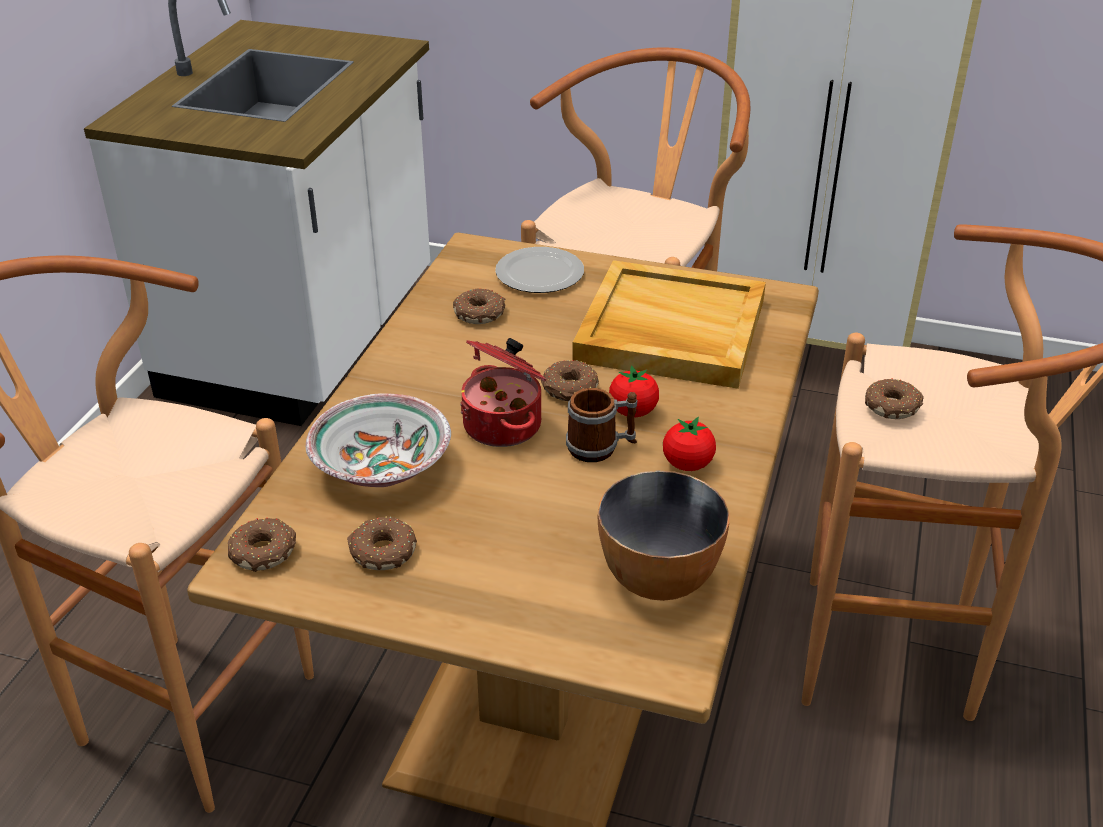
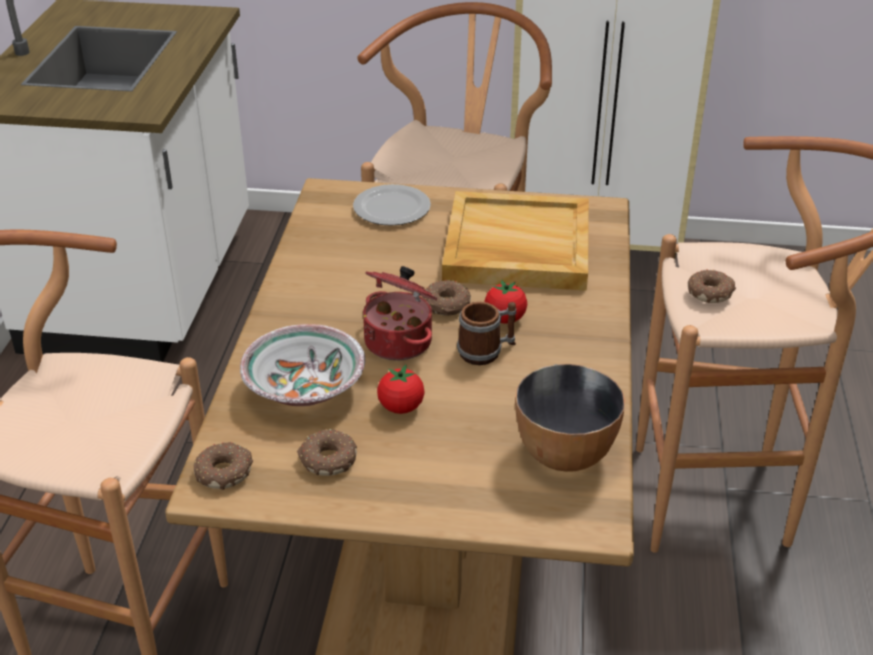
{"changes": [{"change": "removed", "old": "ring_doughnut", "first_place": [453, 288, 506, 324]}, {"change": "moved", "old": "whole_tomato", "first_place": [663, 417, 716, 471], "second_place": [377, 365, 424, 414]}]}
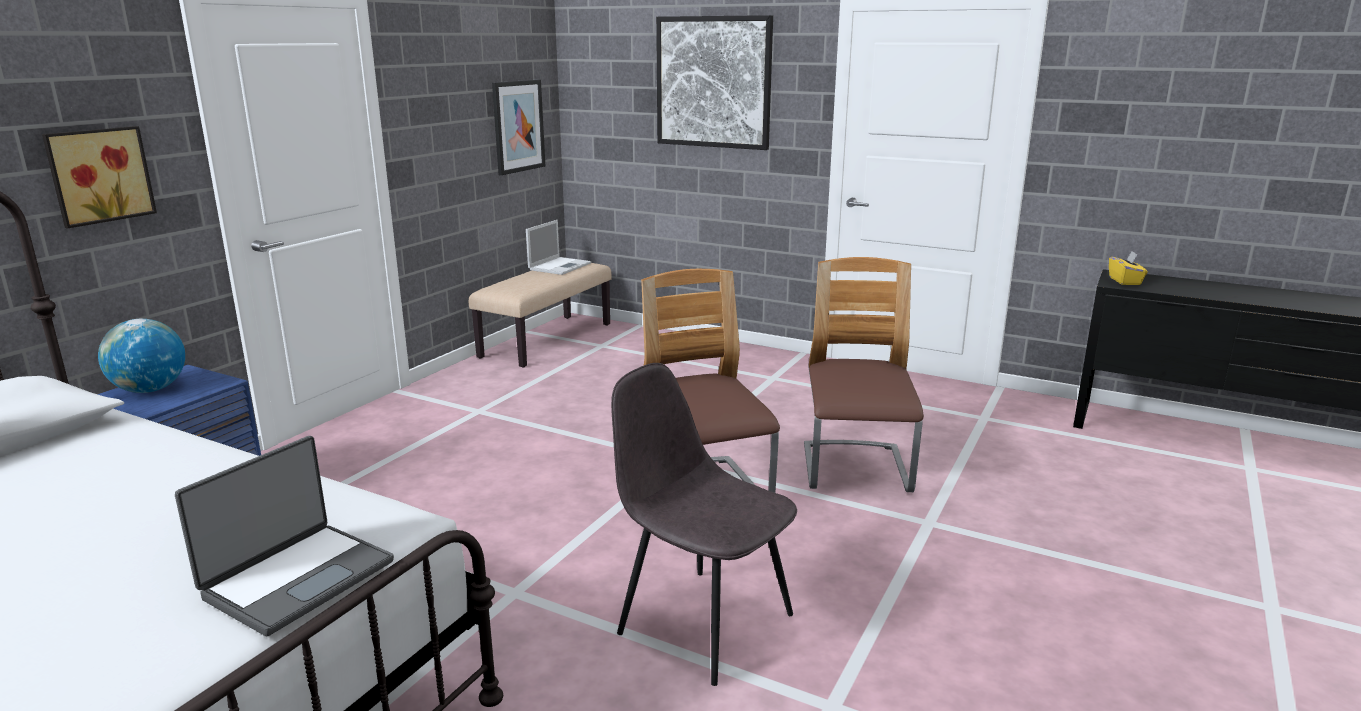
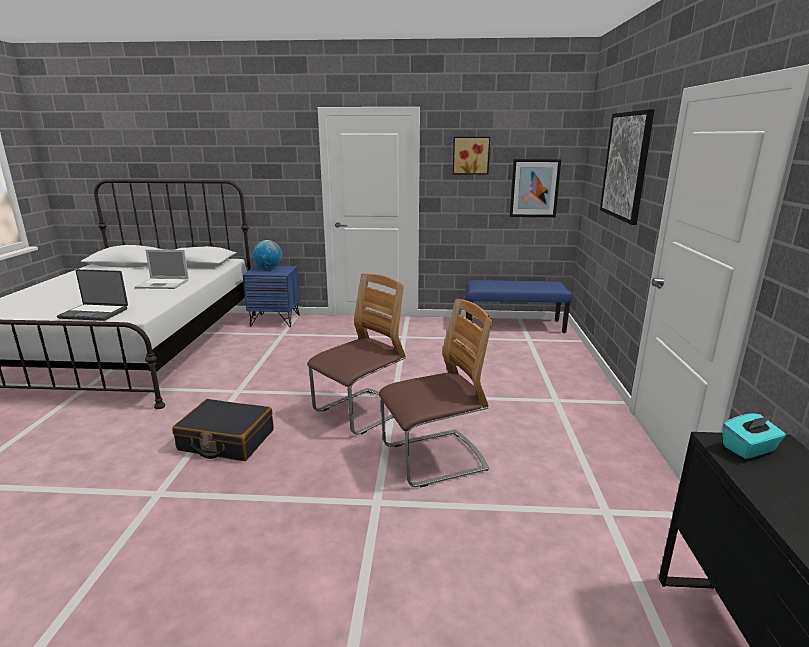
{"changes": [{"change": "moved", "old": "picture", "first_place": [42, 126, 157, 228], "second_place": [453, 137, 490, 175]}, {"change": "moved", "old": "notebook_computer", "first_place": [526, 220, 591, 275], "second_place": [135, 249, 189, 289]}, {"change": "replaced", "old": "grey_plain_chair", "new": "black_suitcase", "first_place": [611, 363, 797, 686], "second_place": [172, 399, 274, 461]}, {"change": "recoloured", "old": "sand-coloured_bench", "new": "bluish_bench", "first_place": [469, 263, 612, 368], "second_place": [466, 280, 572, 333]}, {"change": "recoloured", "old": "yellow-coloured_tissue_holder", "new": "turquoise_tissue_holder", "first_place": [1109, 251, 1148, 285], "second_place": [722, 413, 786, 459]}]}
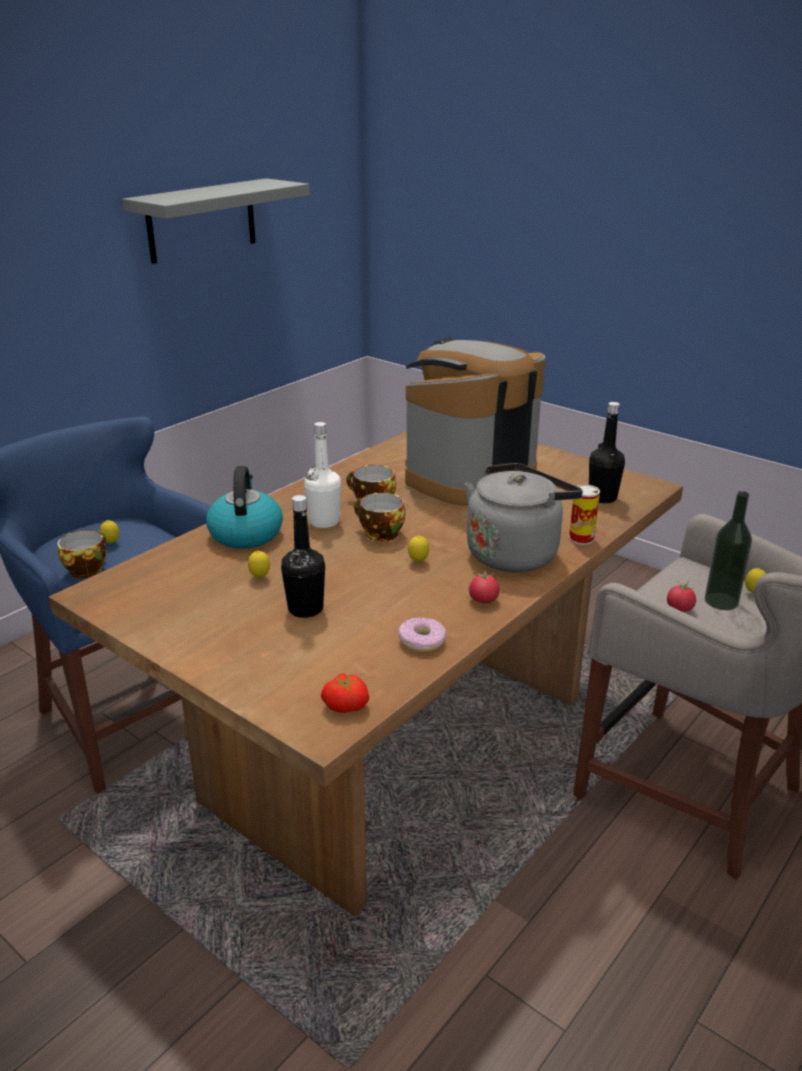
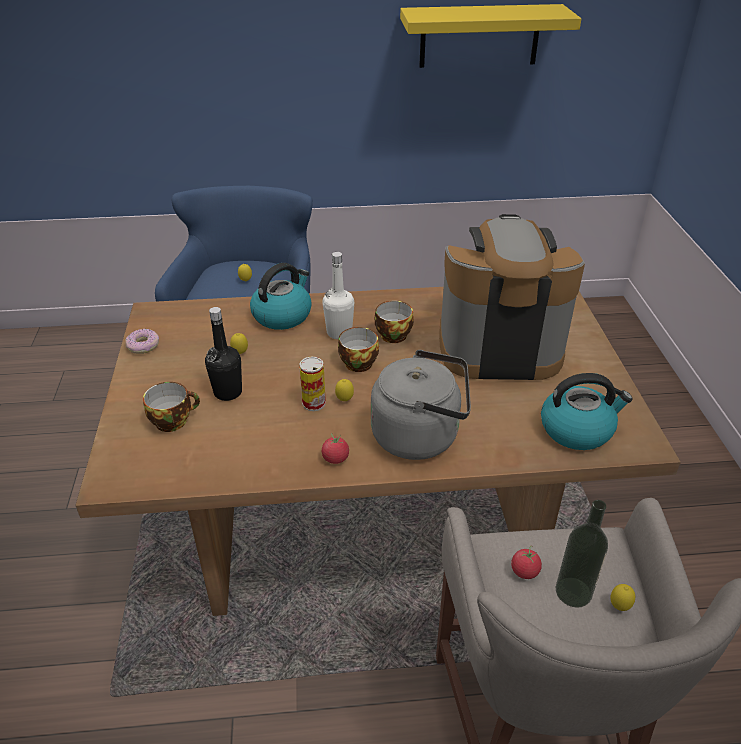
{"changes": [{"change": "removed", "old": "whole_tomato", "first_place": [321, 673, 369, 713]}, {"change": "moved", "old": "small_cup", "first_place": [58, 530, 107, 578], "second_place": [143, 382, 200, 432]}, {"change": "moved", "old": "ring_doughnut", "first_place": [398, 617, 446, 652], "second_place": [125, 329, 159, 354]}, {"change": "moved", "old": "metal_can", "first_place": [569, 484, 600, 545], "second_place": [299, 357, 326, 411]}, {"change": "replaced", "old": "black_bottle", "new": "kettle", "first_place": [589, 402, 625, 503], "second_place": [541, 373, 633, 450]}, {"change": "recoloured", "old": "grey_bracket_shelf", "new": "yellow-coloured_bracket_shelf", "first_place": [122, 178, 310, 264], "second_place": [400, 4, 581, 68]}]}
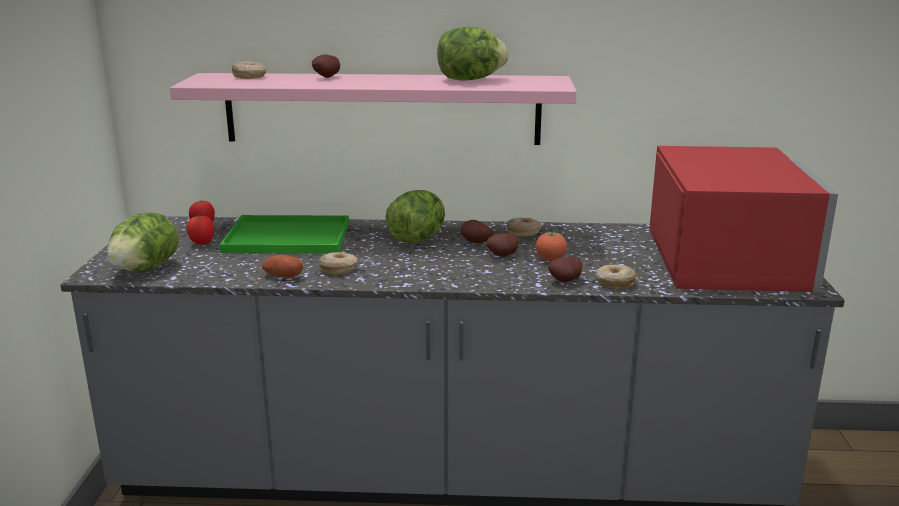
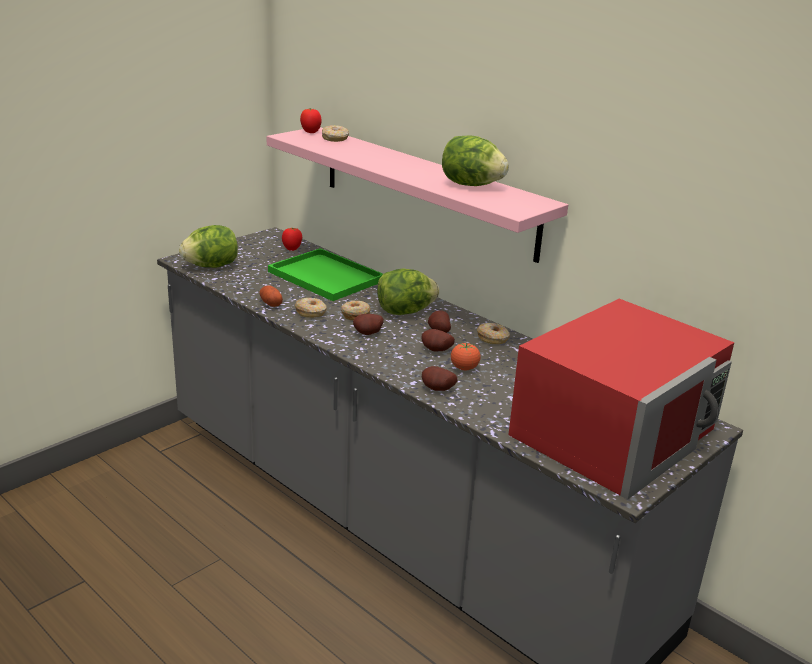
{"changes": [{"change": "moved", "old": "whole_tomato", "first_place": [186, 215, 214, 245], "second_place": [300, 108, 322, 133]}, {"change": "moved", "old": "spud", "first_place": [312, 54, 340, 78], "second_place": [353, 314, 384, 335]}, {"change": "moved", "old": "ring_doughnut", "first_place": [596, 265, 637, 289], "second_place": [341, 301, 370, 320]}]}
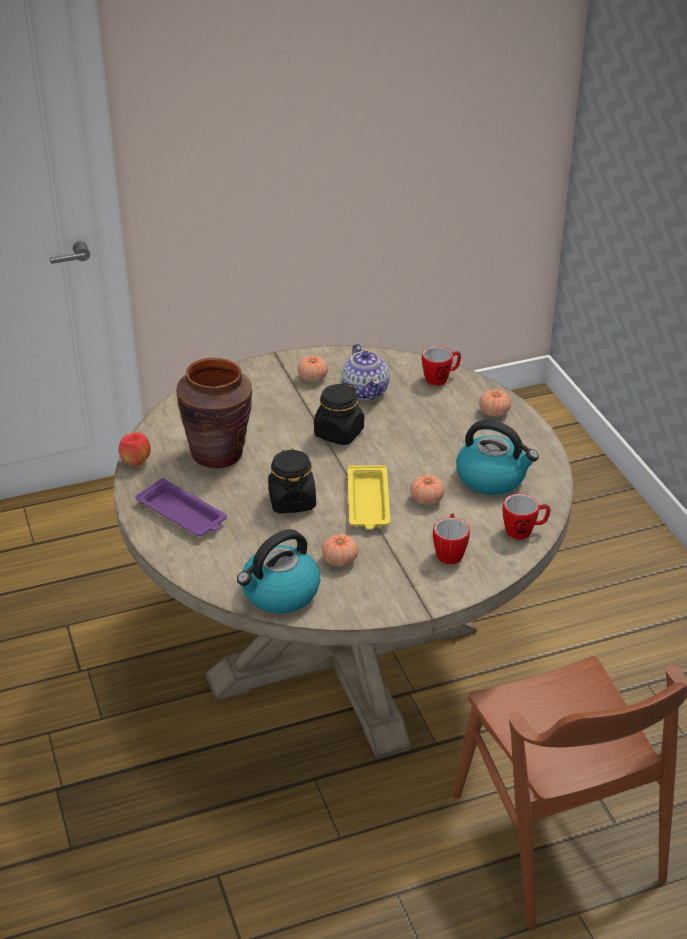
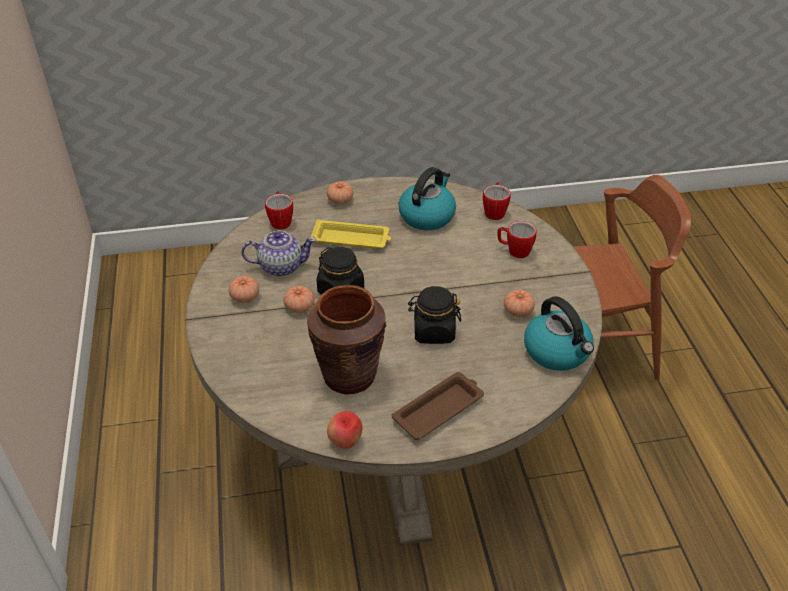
{"changes": [{"change": "moved", "old": "yellow-coloured_carrying_tray", "first_place": [348, 465, 390, 530], "second_place": [311, 219, 391, 249]}, {"change": "moved", "old": "whole_tomato", "first_place": [410, 475, 445, 505], "second_place": [284, 286, 314, 313]}, {"change": "recoloured", "old": "purplish_carrying_tray", "new": "brownish_carrying_tray", "first_place": [135, 478, 227, 536], "second_place": [392, 372, 484, 440]}]}
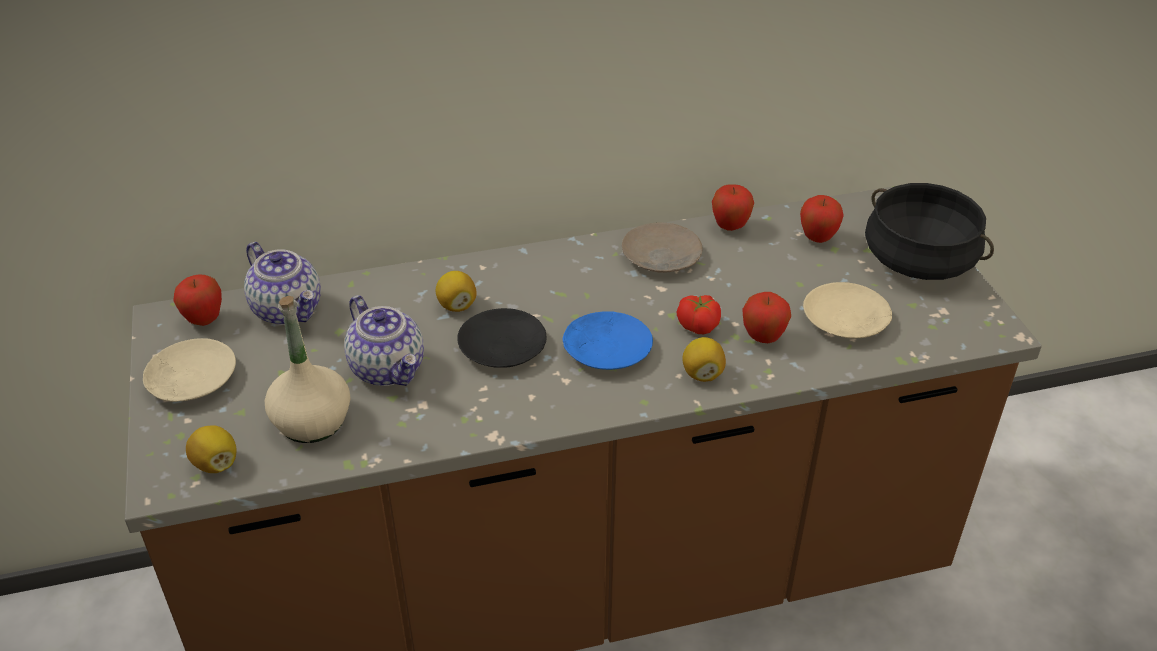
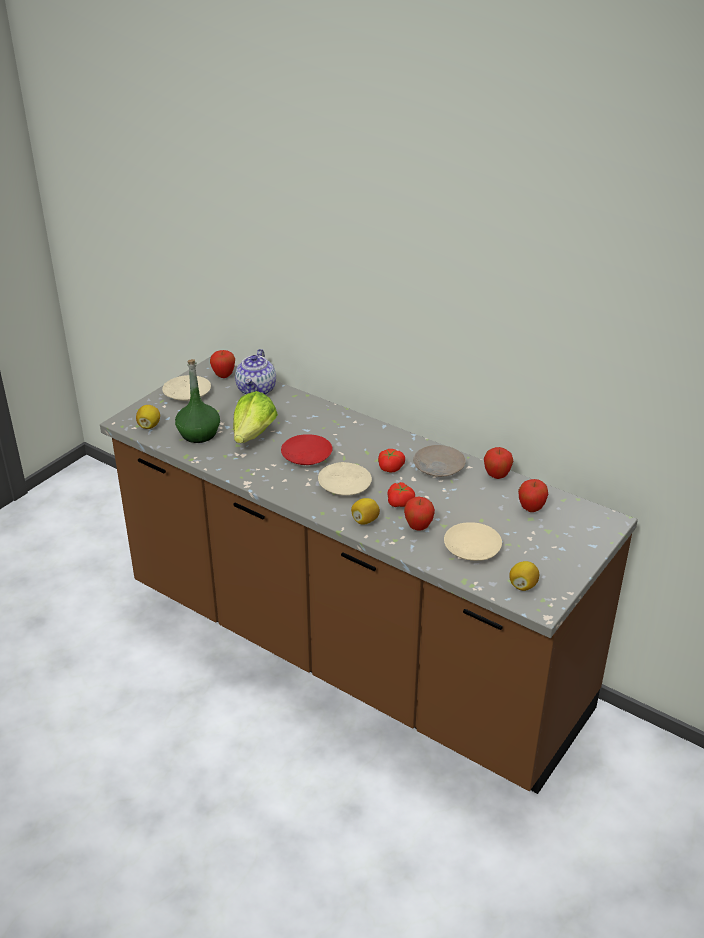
{"changes": [{"change": "removed", "old": "black_cooking_pot", "first_place": [865, 183, 994, 280]}, {"change": "added", "new": "whole_tomato", "second_place": [378, 449, 405, 473]}, {"change": "moved", "old": "citrus_fruit", "first_place": [435, 271, 477, 312], "second_place": [509, 561, 539, 591]}, {"change": "replaced", "old": "pot_for_tea", "new": "lettuce_head", "first_place": [344, 295, 424, 386], "second_place": [233, 391, 278, 443]}, {"change": "recoloured", "old": "sand-coloured_bottle", "new": "greenish_bottle", "first_place": [265, 296, 351, 443], "second_place": [175, 359, 220, 443]}, {"change": "recoloured", "old": "black_dinner_plate", "new": "reddish_dinner_plate", "first_place": [457, 308, 546, 368], "second_place": [281, 434, 333, 465]}, {"change": "recoloured", "old": "bluish_dinner_plate", "new": "sand-coloured_dinner_plate", "first_place": [563, 311, 653, 370], "second_place": [318, 462, 372, 496]}]}
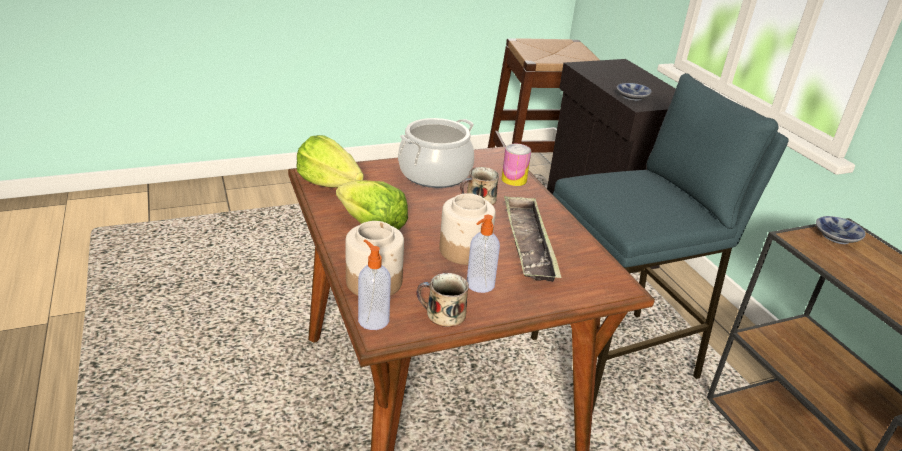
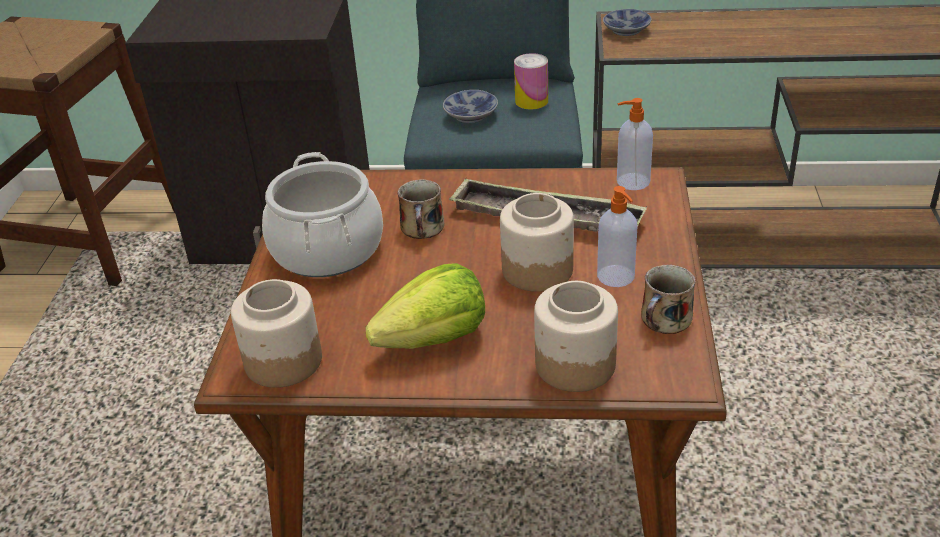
{"changes": [{"change": "moved", "old": "liquid_soap_bottle", "first_place": [358, 240, 391, 330], "second_place": [617, 98, 653, 190]}, {"change": "moved", "old": "metal_can", "first_place": [501, 144, 531, 186], "second_place": [514, 53, 548, 109]}, {"change": "moved", "old": "serving_bowl", "first_place": [617, 83, 651, 101], "second_place": [443, 90, 498, 123]}, {"change": "replaced", "old": "lettuce_head", "new": "jar", "first_place": [297, 135, 364, 188], "second_place": [231, 279, 322, 388]}]}
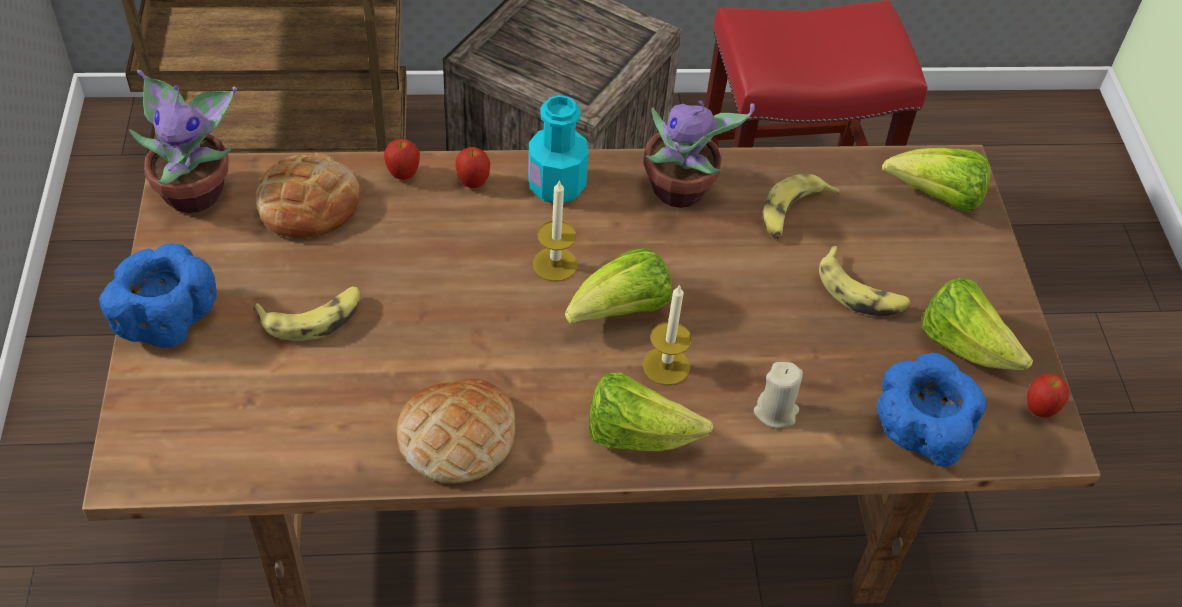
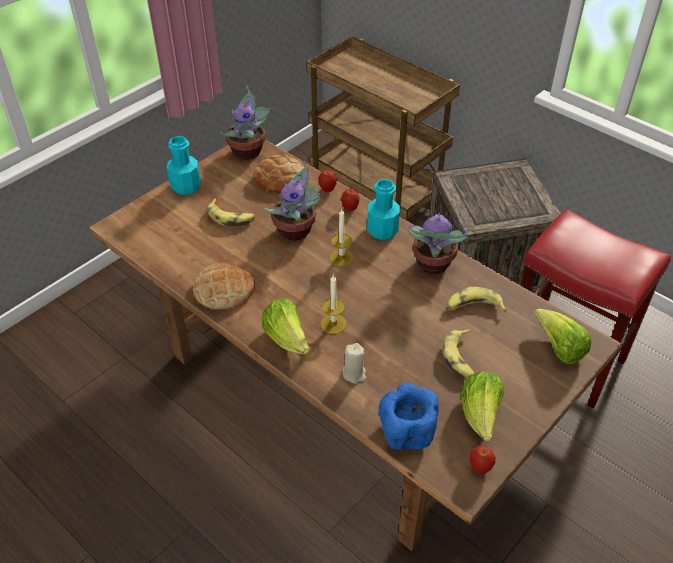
{"changes": [{"change": "removed", "old": "lettuce_head", "first_place": [565, 248, 672, 324]}, {"change": "added", "new": "plant_in_a_pot", "second_place": [264, 161, 321, 241]}, {"change": "replaced", "old": "bluish_serving_bowl", "new": "turquoise_bottle", "first_place": [99, 244, 217, 348], "second_place": [167, 136, 201, 195]}]}
